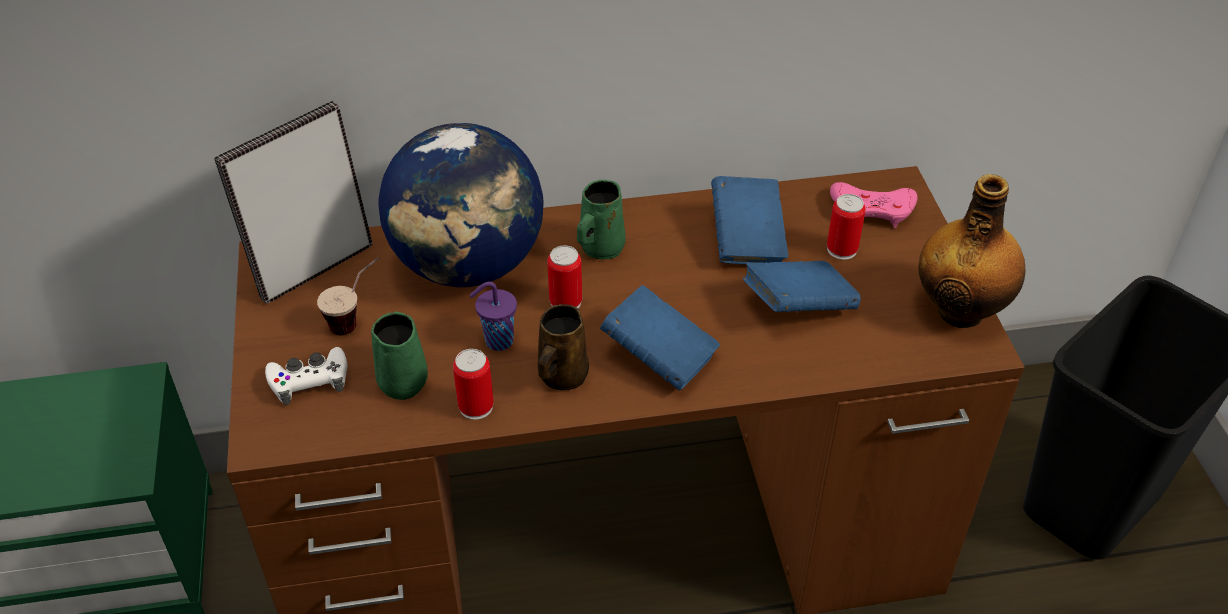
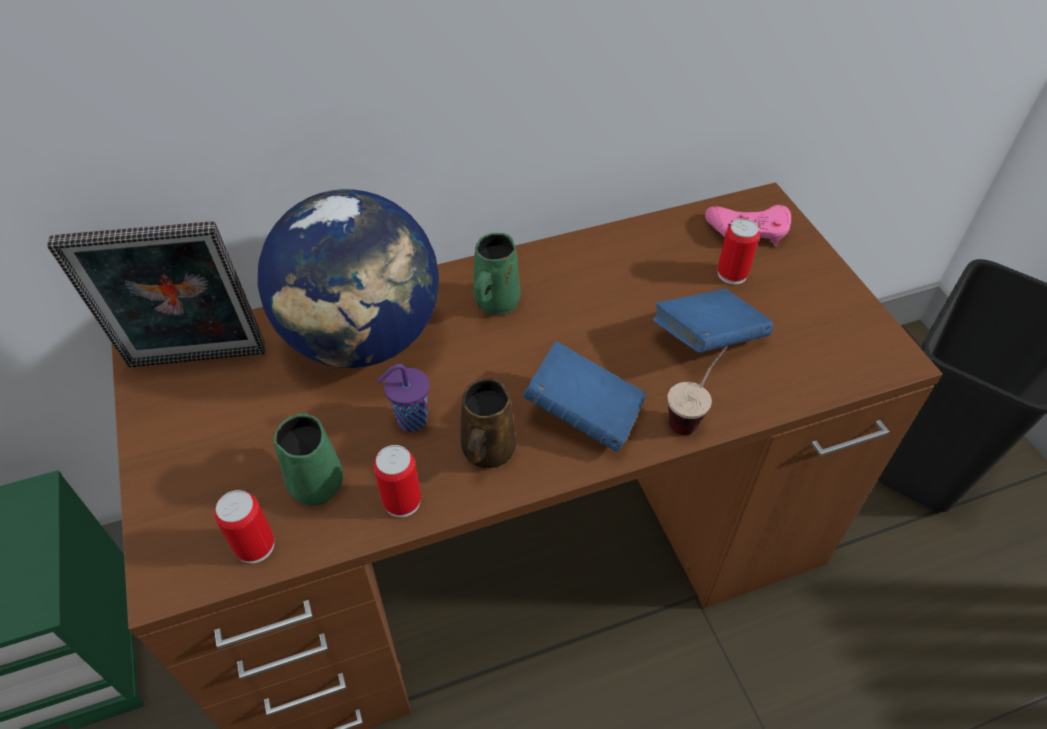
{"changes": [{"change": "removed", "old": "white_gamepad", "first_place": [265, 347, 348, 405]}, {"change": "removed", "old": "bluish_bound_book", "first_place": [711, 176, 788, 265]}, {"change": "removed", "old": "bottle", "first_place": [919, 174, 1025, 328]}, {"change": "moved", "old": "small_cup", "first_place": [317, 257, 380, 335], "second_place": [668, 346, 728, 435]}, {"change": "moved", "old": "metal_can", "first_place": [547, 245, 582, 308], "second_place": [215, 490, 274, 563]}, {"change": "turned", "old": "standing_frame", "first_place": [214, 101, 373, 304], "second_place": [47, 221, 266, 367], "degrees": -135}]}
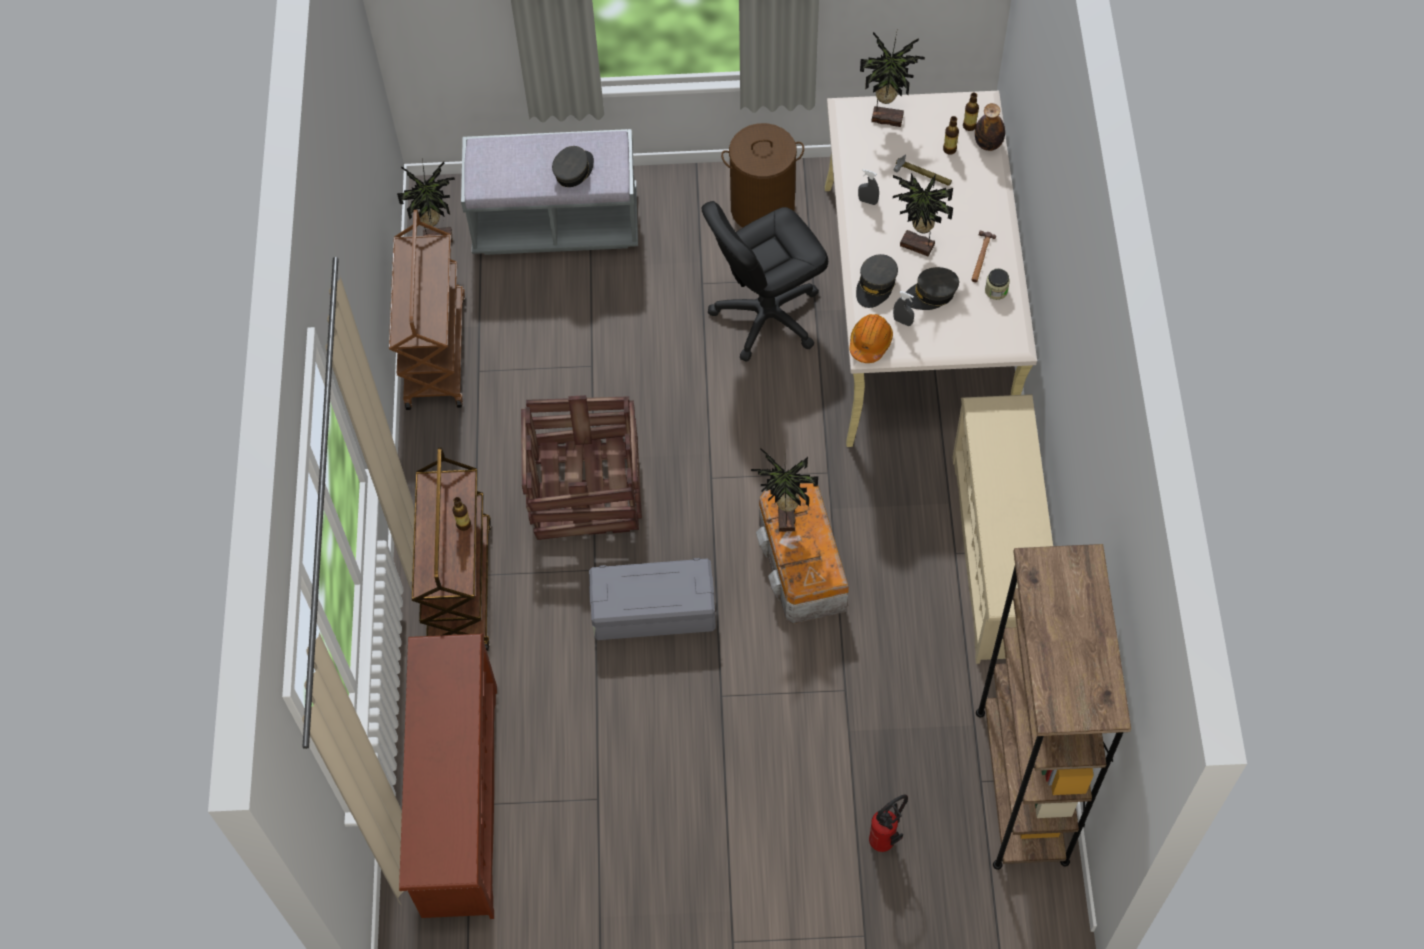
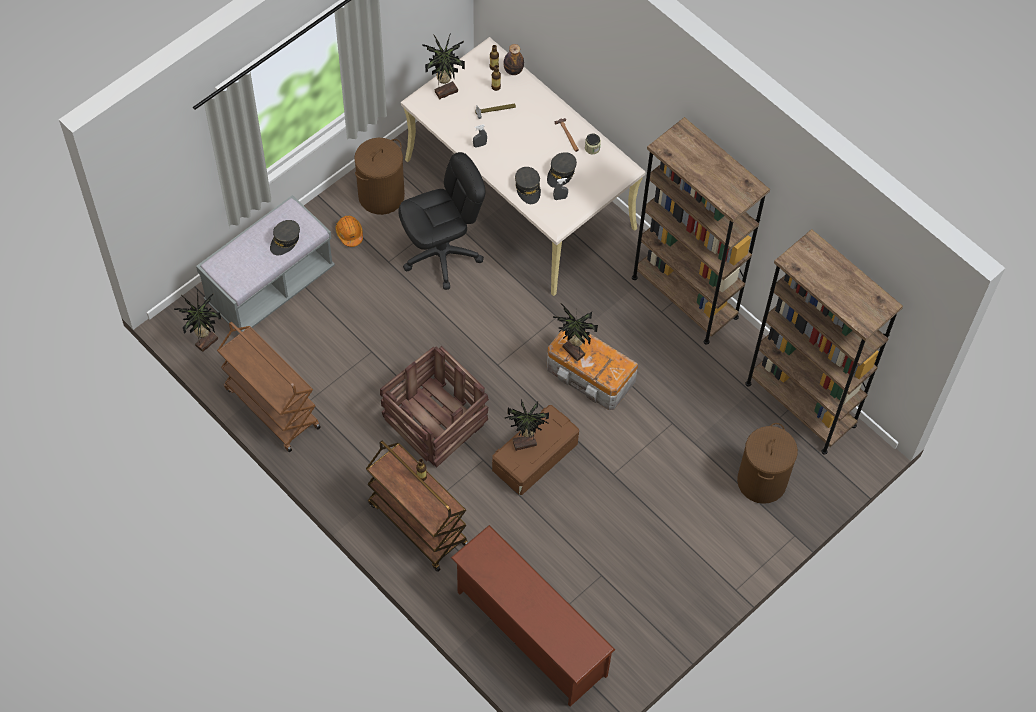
{"changes": [{"change": "moved", "old": "orange_work_helmet", "first_place": [850, 314, 893, 363], "second_place": [335, 216, 363, 247]}, {"change": "moved", "old": "plant_in_a_pot", "first_place": [893, 173, 953, 257], "second_place": [504, 399, 549, 451]}, {"change": "replaced", "old": "fire_extinguisher", "new": "brownish_washing_basket", "first_place": [869, 795, 908, 852], "second_place": [737, 423, 798, 504]}, {"change": "replaced", "old": "sand-coloured_shoe_shelf", "new": "brownish_shelving_unit", "first_place": [952, 394, 1053, 664], "second_place": [632, 117, 770, 345]}, {"change": "recoloured", "old": "grey_storage_container", "new": "brownish_storage_container", "first_place": [589, 558, 716, 640], "second_place": [492, 405, 579, 495]}, {"change": "turned", "old": "grey_baseball_cap", "first_place": [552, 146, 594, 187], "second_place": [270, 220, 300, 255], "degrees": -135}, {"change": "turned", "old": "black_desk_chair", "first_place": [701, 201, 828, 362], "second_place": [398, 152, 485, 290], "degrees": -135}]}
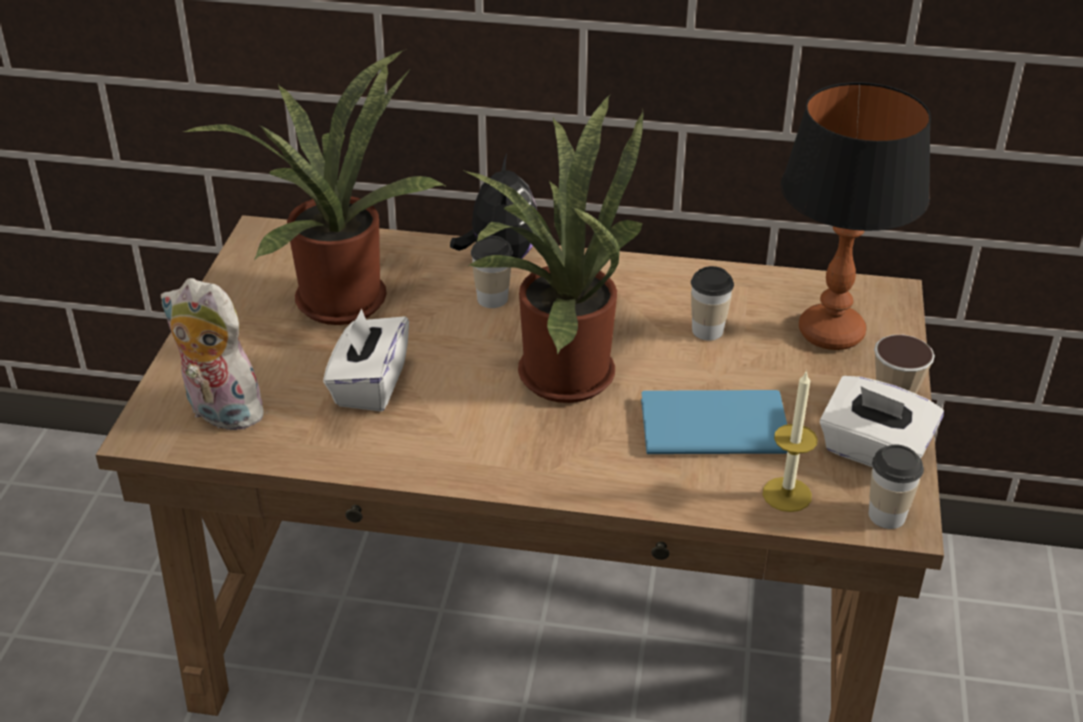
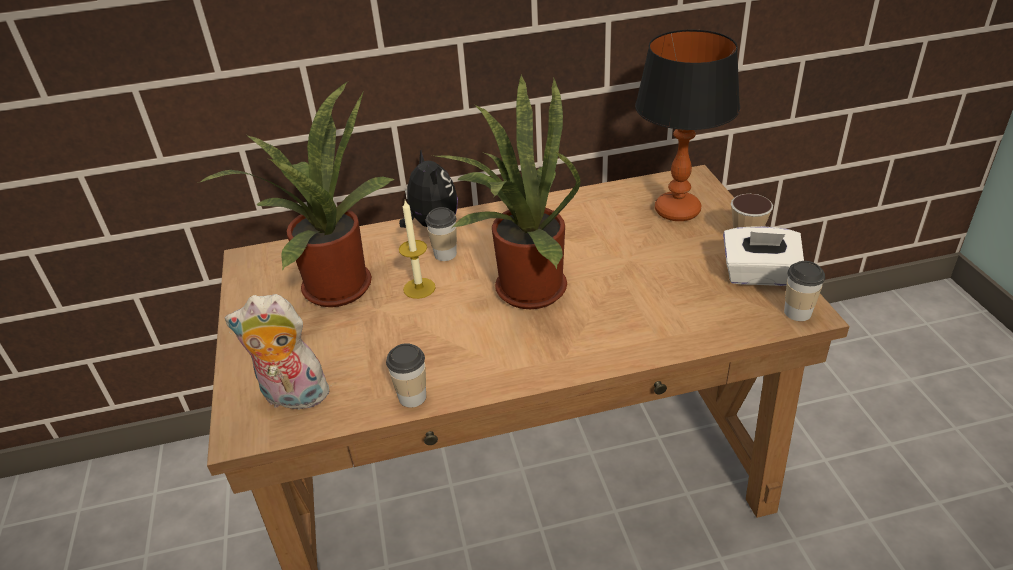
{"changes": [{"change": "removed", "old": "white_tissue_holder", "first_place": [323, 308, 409, 412]}, {"change": "removed", "old": "bluish_bound_book", "first_place": [641, 390, 787, 454]}, {"change": "moved", "old": "small_cup", "first_place": [691, 266, 734, 341], "second_place": [386, 343, 426, 408]}, {"change": "moved", "old": "wax_candle", "first_place": [763, 370, 818, 512], "second_place": [399, 200, 436, 299]}]}
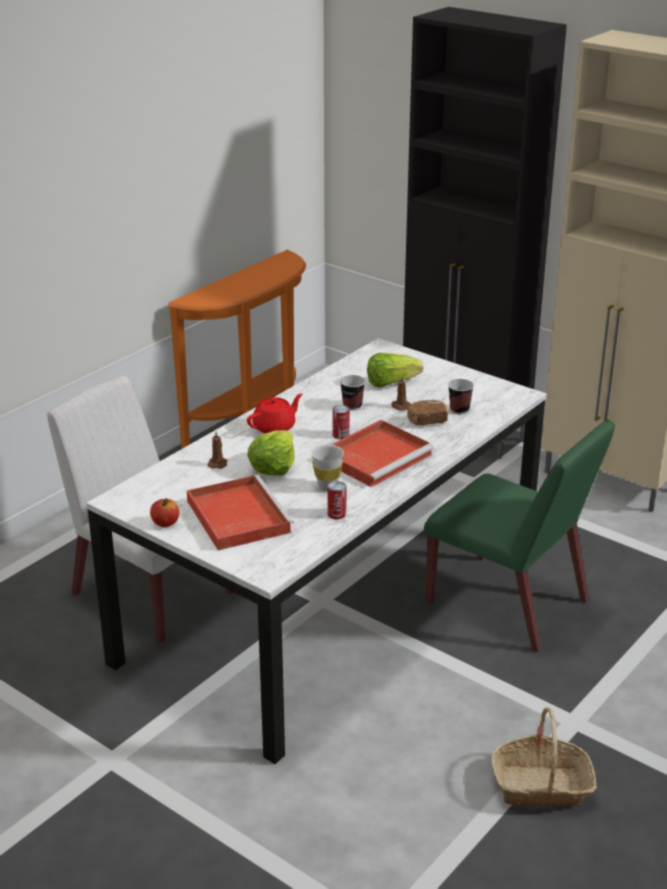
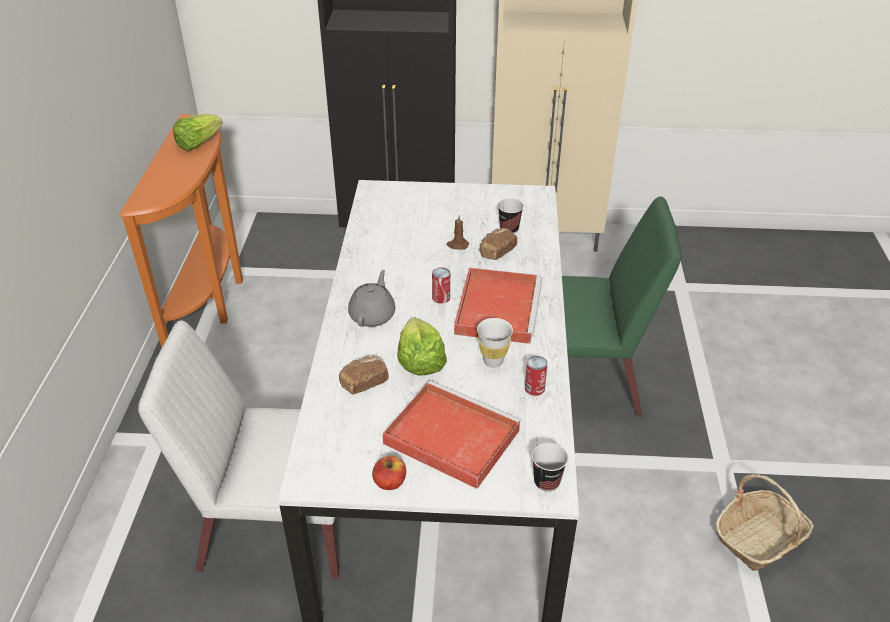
{"changes": [{"change": "moved", "old": "small_cup", "first_place": [340, 375, 366, 410], "second_place": [532, 443, 568, 492]}, {"change": "moved", "old": "lettuce_head", "first_place": [367, 353, 423, 387], "second_place": [173, 114, 223, 151]}, {"change": "replaced", "old": "brownish_wax_candle", "new": "bakery_bread", "first_place": [208, 431, 227, 469], "second_place": [339, 356, 389, 394]}, {"change": "recoloured", "old": "reddish_pot_for_tea", "new": "grey_pot_for_tea", "first_place": [247, 394, 303, 434], "second_place": [348, 270, 395, 327]}]}
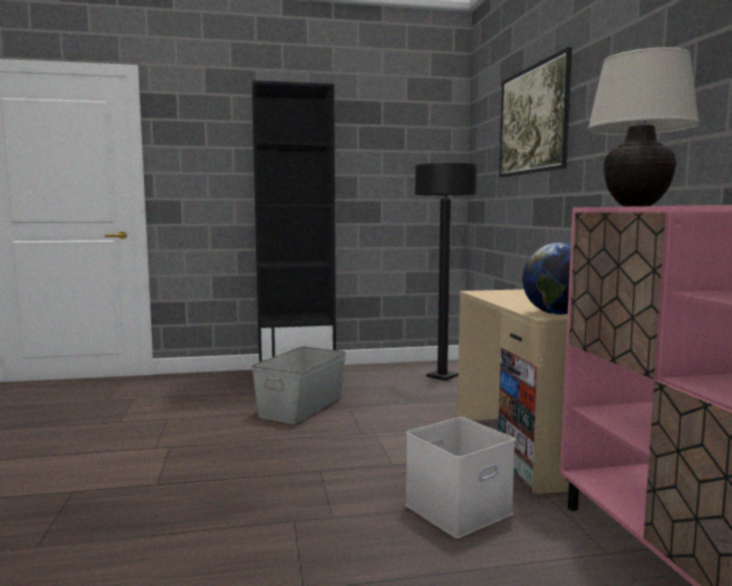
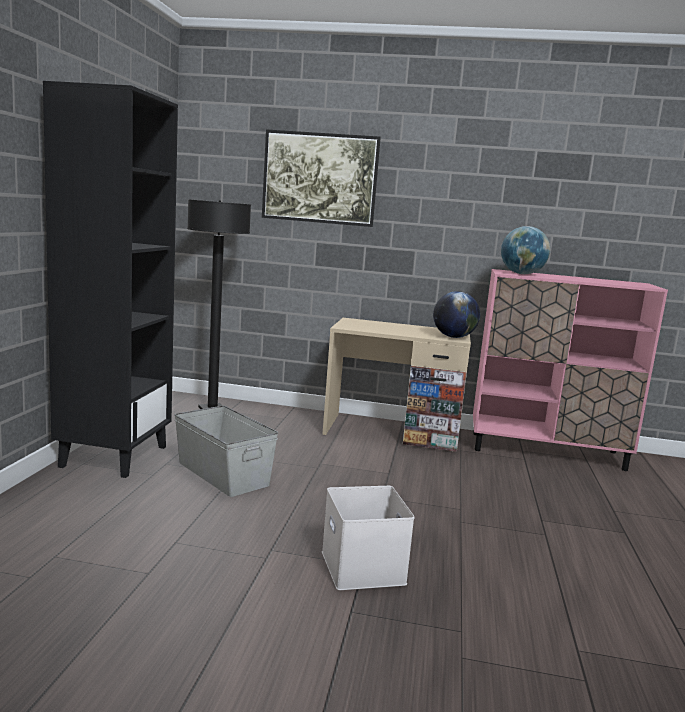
{"changes": [{"change": "moved", "old": "white_storage_container", "first_place": [405, 417, 515, 538], "second_place": [322, 486, 414, 590]}, {"change": "replaced", "old": "sand-coloured_tabletop_lamp", "new": "desk_globe", "first_place": [587, 47, 700, 207], "second_place": [501, 226, 550, 274]}]}
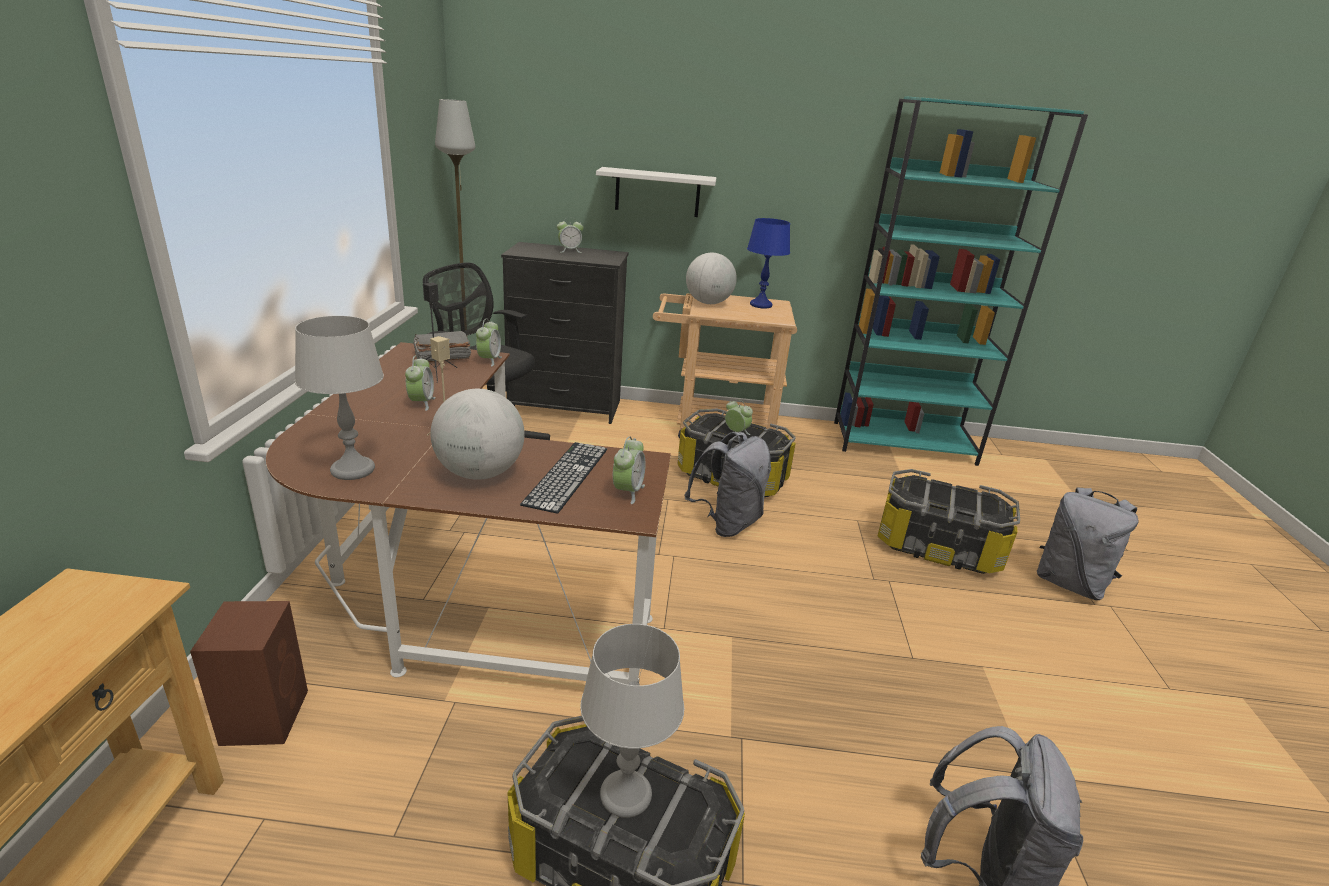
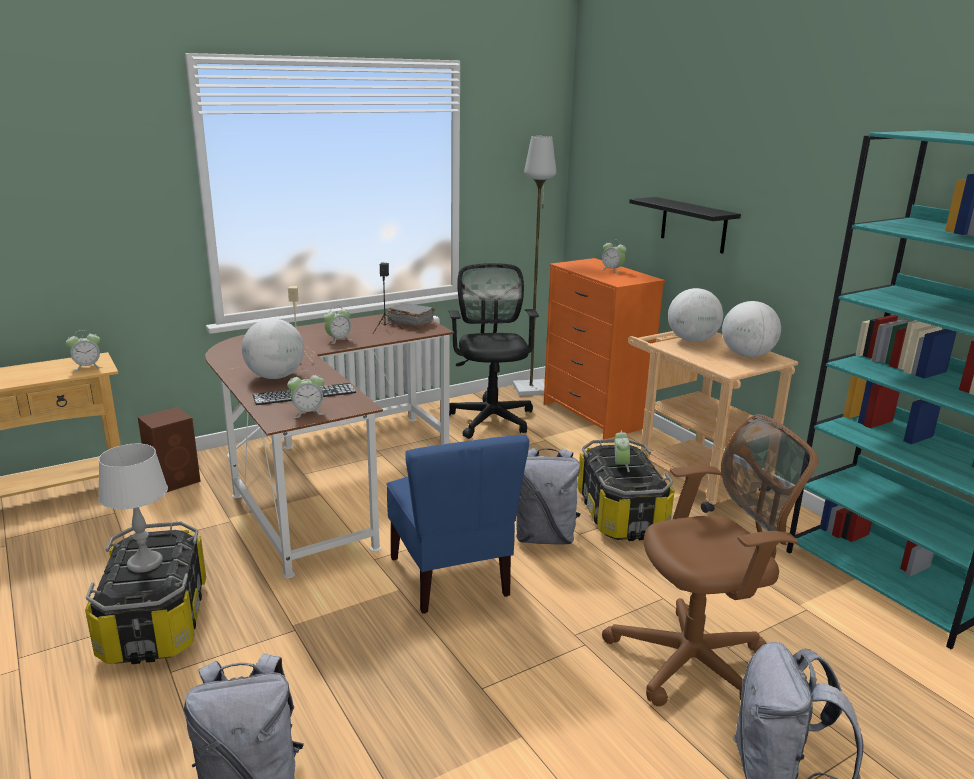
{"changes": [{"change": "removed", "old": "grey_tabletop_lamp", "first_place": [295, 316, 384, 480]}, {"change": "added", "new": "bluish_plain_chair", "second_place": [386, 435, 529, 614]}, {"change": "moved", "old": "bedside_clock", "first_place": [476, 319, 502, 367], "second_place": [66, 330, 102, 371]}, {"change": "replaced", "old": "bluish_tabletop_lamp", "new": "desk_globe", "first_place": [747, 218, 790, 309], "second_place": [722, 301, 781, 357]}, {"change": "replaced", "old": "storage_container", "new": "brownish_desk_chair", "first_place": [878, 469, 1020, 574], "second_place": [602, 414, 818, 706]}, {"change": "recoloured", "old": "black_dresser", "new": "orange_dresser", "first_place": [501, 242, 629, 424], "second_place": [544, 258, 665, 440]}, {"change": "recoloured", "old": "white_bracket_shelf", "new": "black_bracket_shelf", "first_place": [596, 167, 716, 217], "second_place": [629, 197, 741, 254]}]}
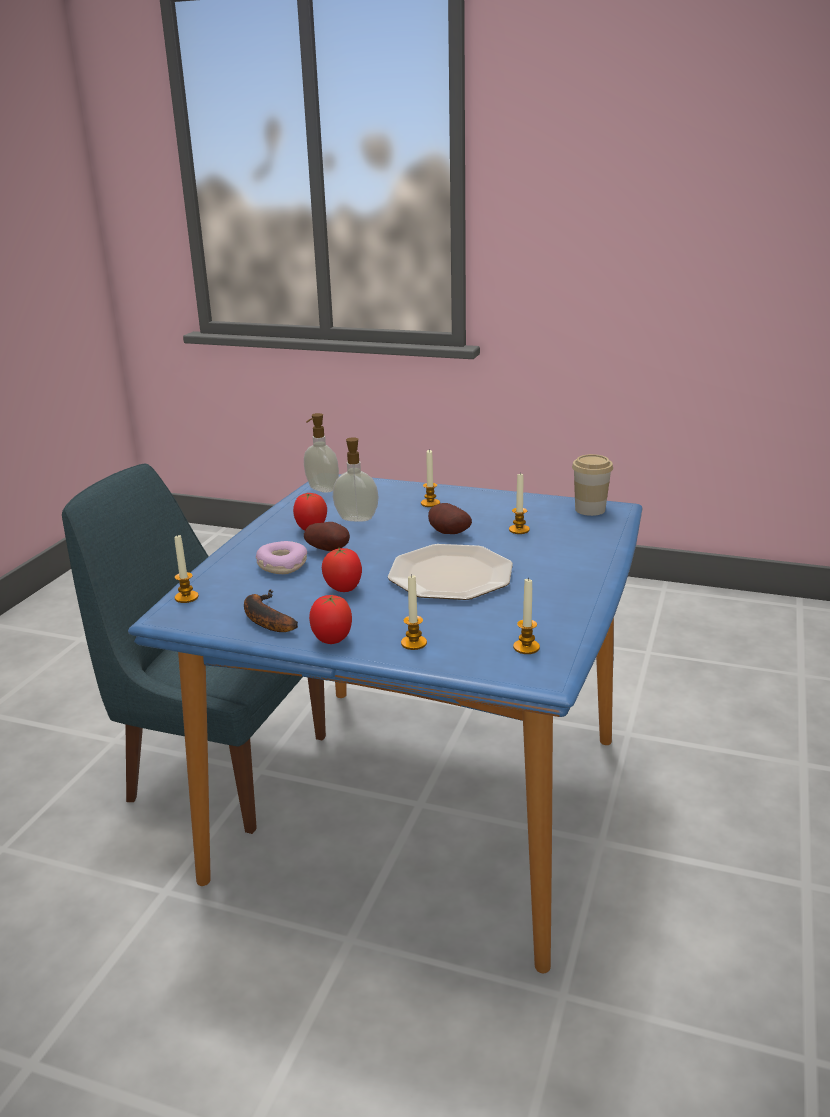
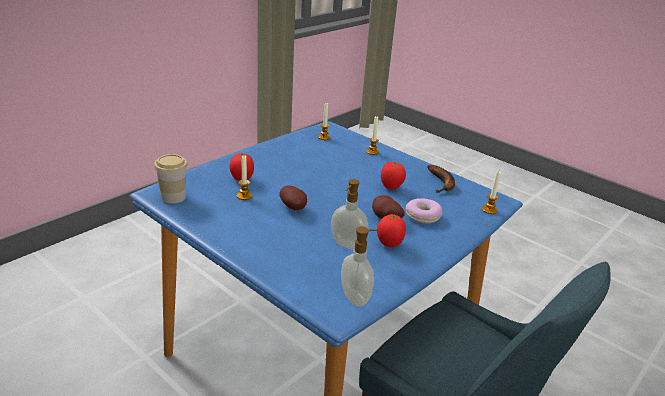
{"changes": [{"change": "removed", "old": "dinner_plate", "first_place": [388, 544, 513, 600]}, {"change": "removed", "old": "wax_candle", "first_place": [421, 449, 440, 507]}, {"change": "moved", "old": "whole_tomato", "first_place": [309, 595, 352, 644], "second_place": [230, 153, 254, 181]}]}
